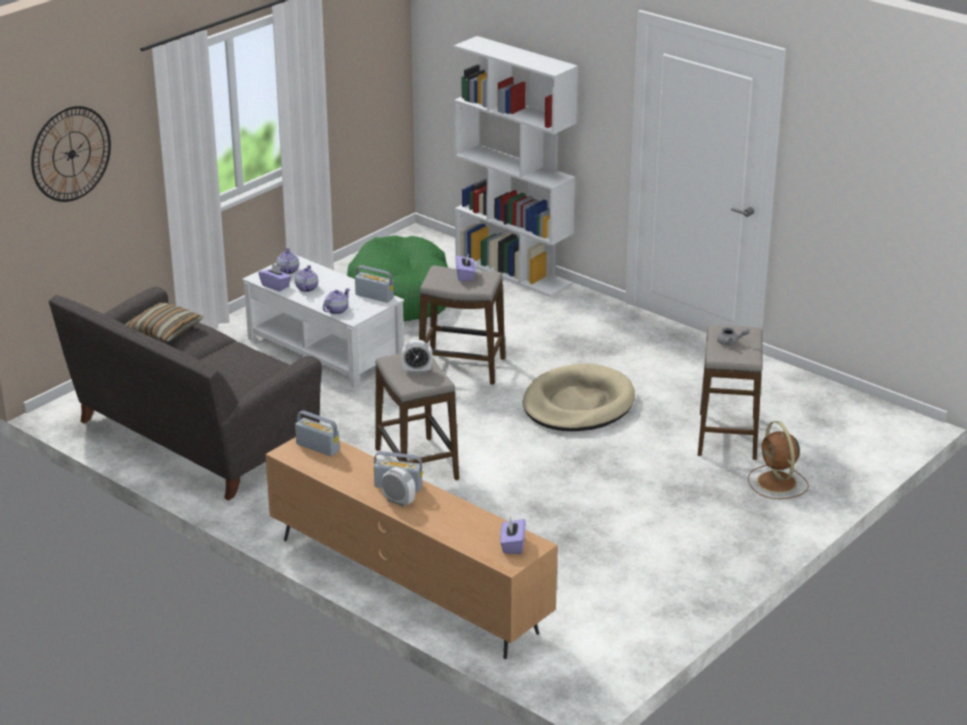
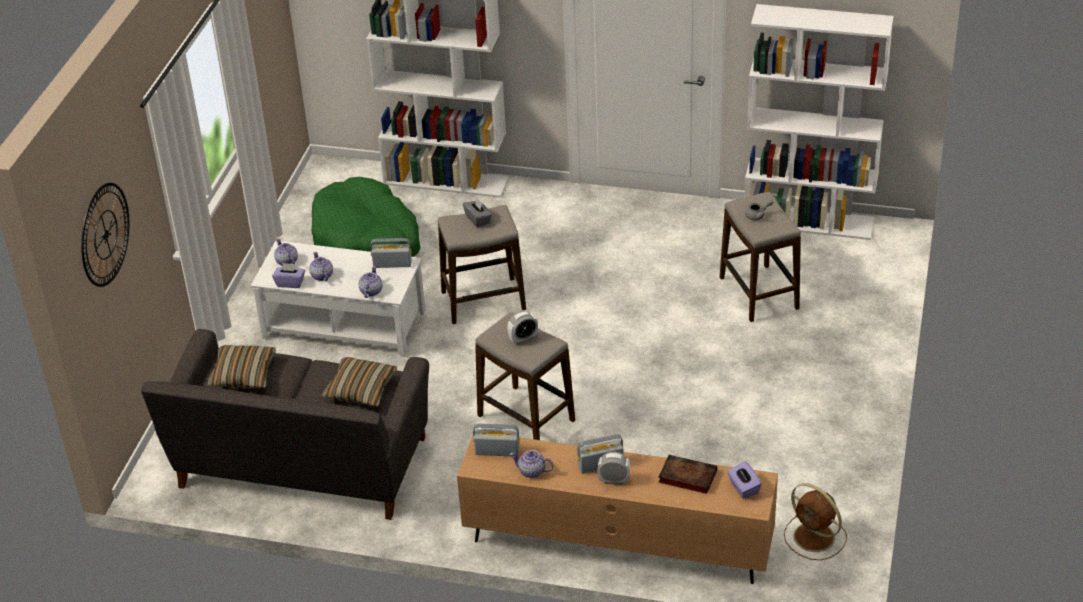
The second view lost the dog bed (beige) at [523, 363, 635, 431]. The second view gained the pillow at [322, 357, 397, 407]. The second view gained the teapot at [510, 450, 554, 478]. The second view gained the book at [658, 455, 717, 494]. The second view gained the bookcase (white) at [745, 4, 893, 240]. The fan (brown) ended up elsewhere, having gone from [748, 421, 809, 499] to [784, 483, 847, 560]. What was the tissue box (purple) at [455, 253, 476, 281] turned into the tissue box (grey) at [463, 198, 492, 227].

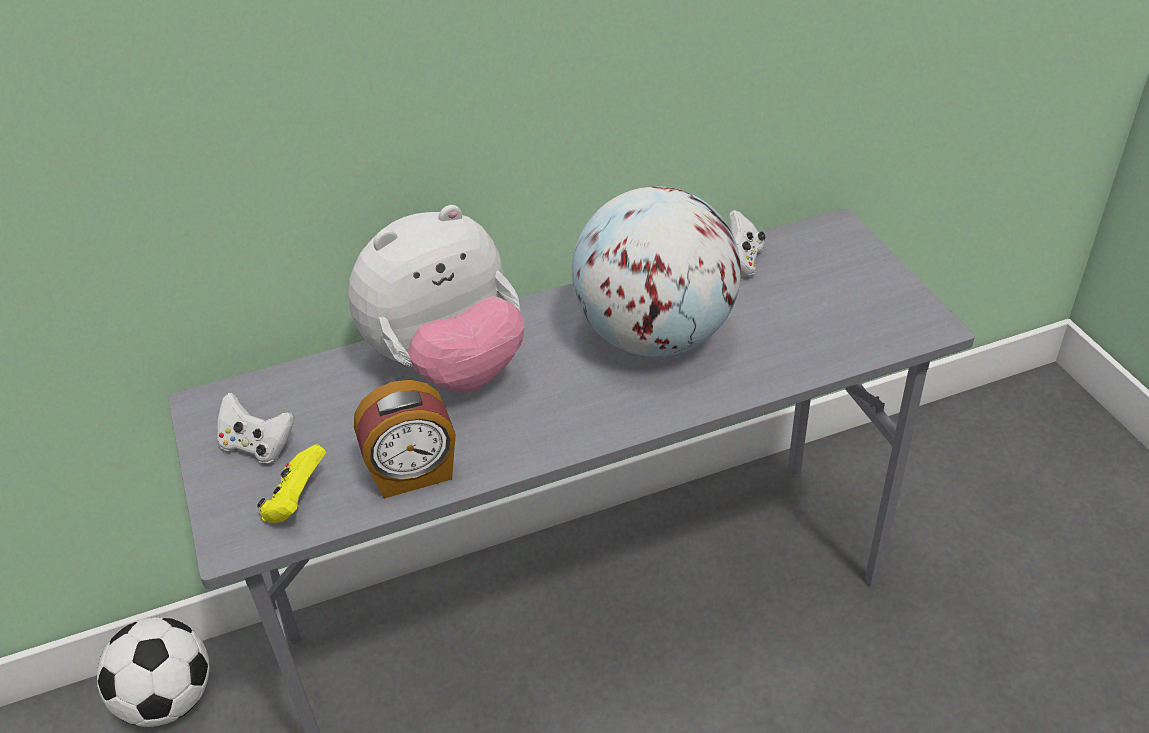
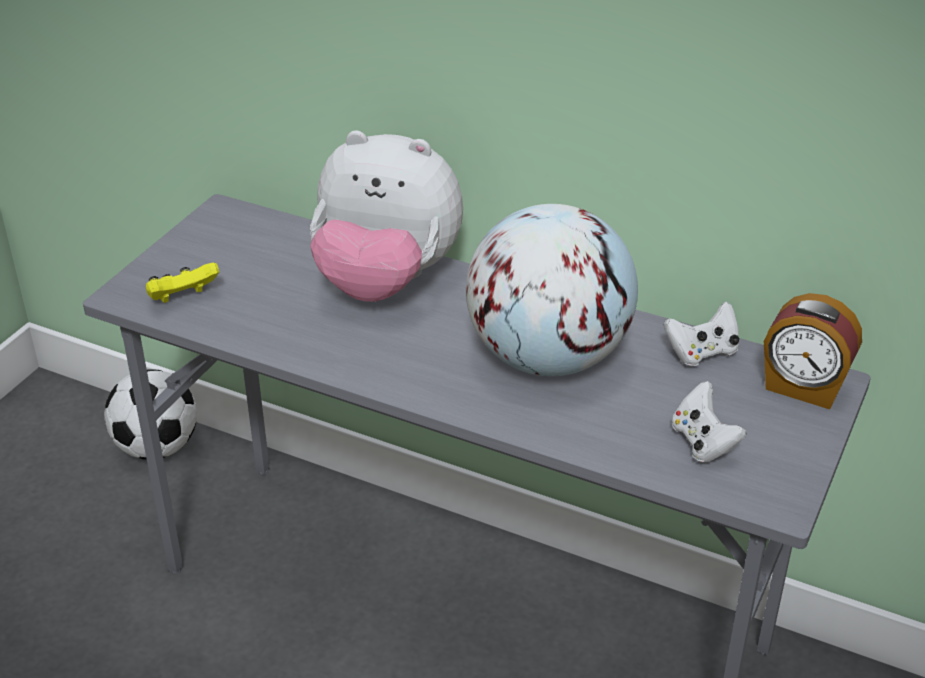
The game controller (white) ended up elsewhere, having gone from [217, 393, 295, 463] to [672, 381, 746, 463]. The alarm clock ended up elsewhere, having gone from [354, 380, 456, 499] to [764, 293, 862, 409].

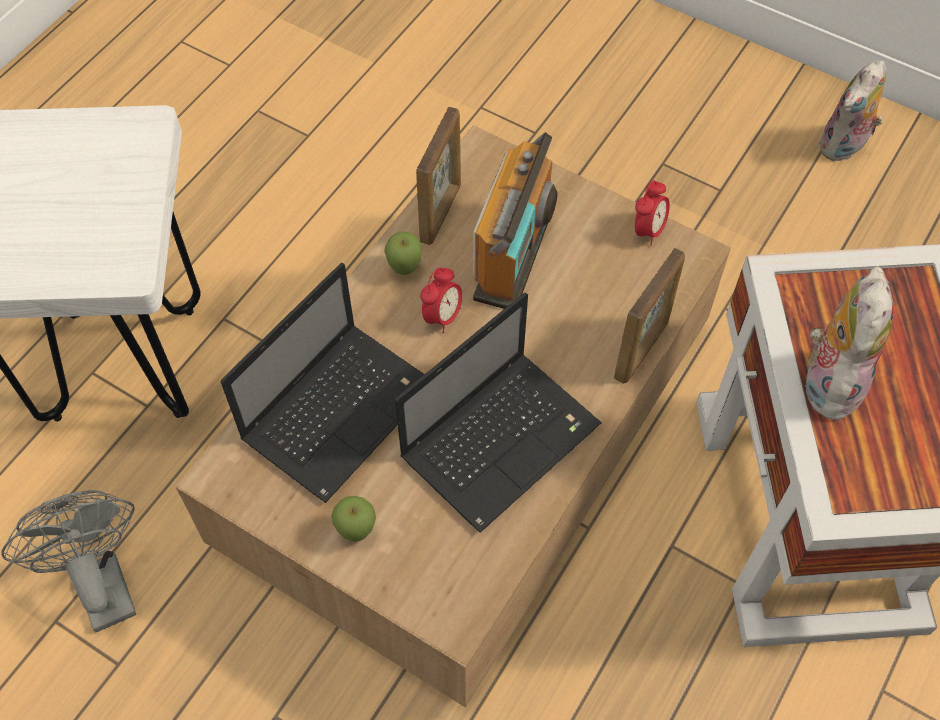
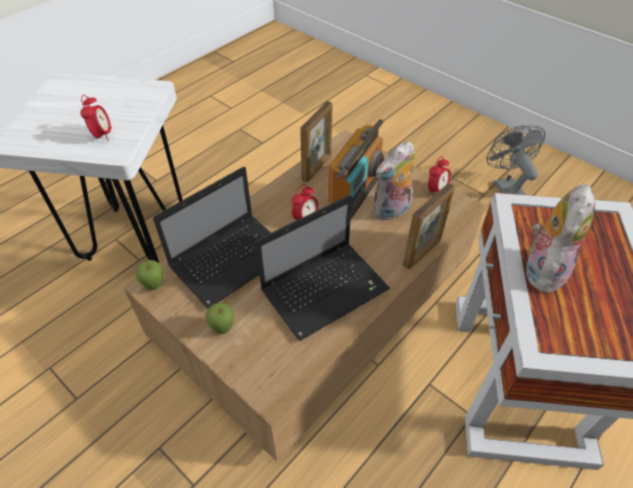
The second view gained the alarm clock at [80, 95, 112, 141]. The fan (grey) ended up elsewhere, having gone from [2, 490, 136, 632] to [486, 125, 545, 195]. The apple ended up elsewhere, having gone from [384, 232, 422, 275] to [136, 260, 163, 290]. The plush toy ended up elsewhere, having gone from [818, 60, 886, 162] to [373, 141, 415, 221].

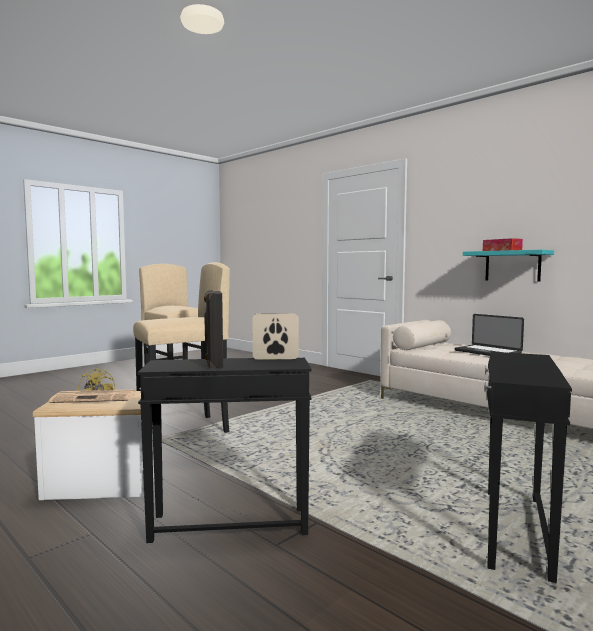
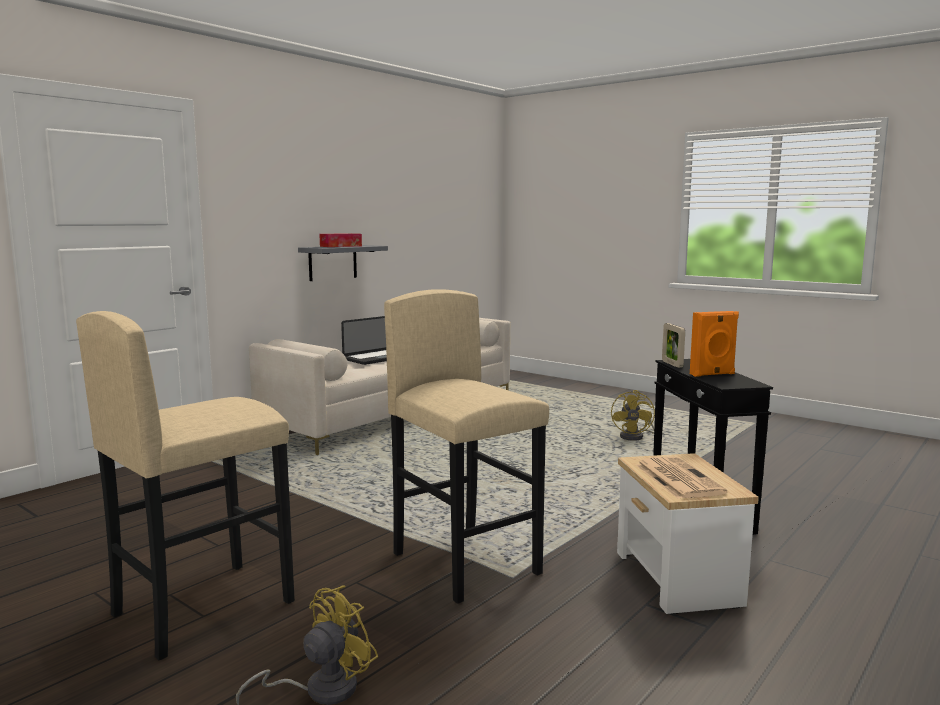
Where the side table (black) stood at [484, 352, 572, 583], the fan (yellow) came to stand at [611, 390, 655, 441]. What was the speaker (black) at [204, 290, 223, 369] turned into the speaker (orange) at [690, 311, 739, 377]. What was the shelf (turquoise) at [463, 250, 554, 282] turned into the shelf (grey) at [298, 245, 388, 281].

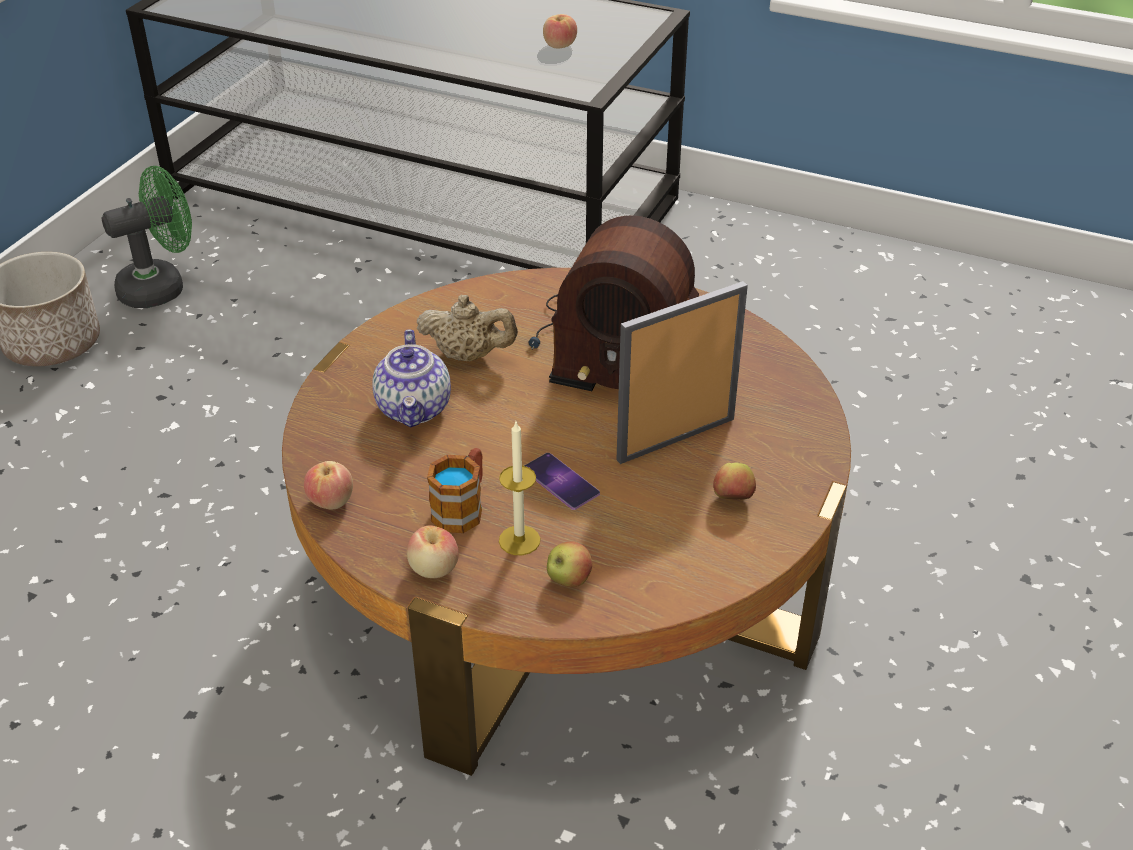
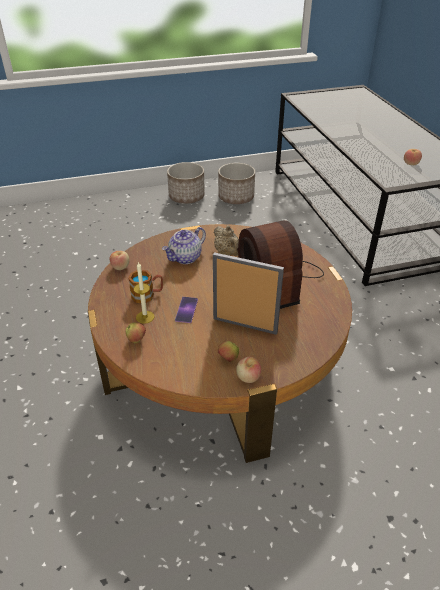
The apple ended up elsewhere, having gone from [407, 525, 459, 578] to [236, 357, 261, 383]. Where the fan (green) stood at [102, 166, 192, 308], the planter came to stand at [218, 163, 255, 204].

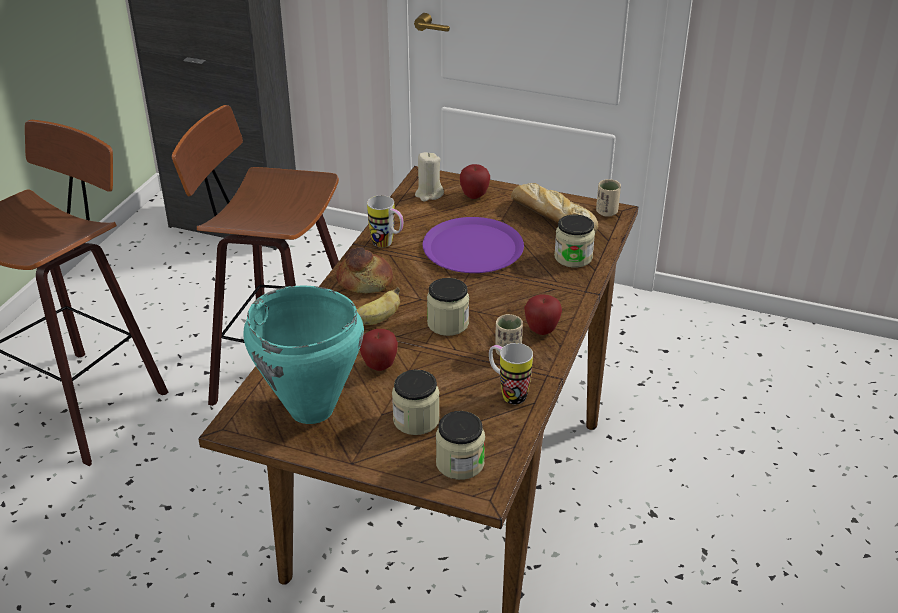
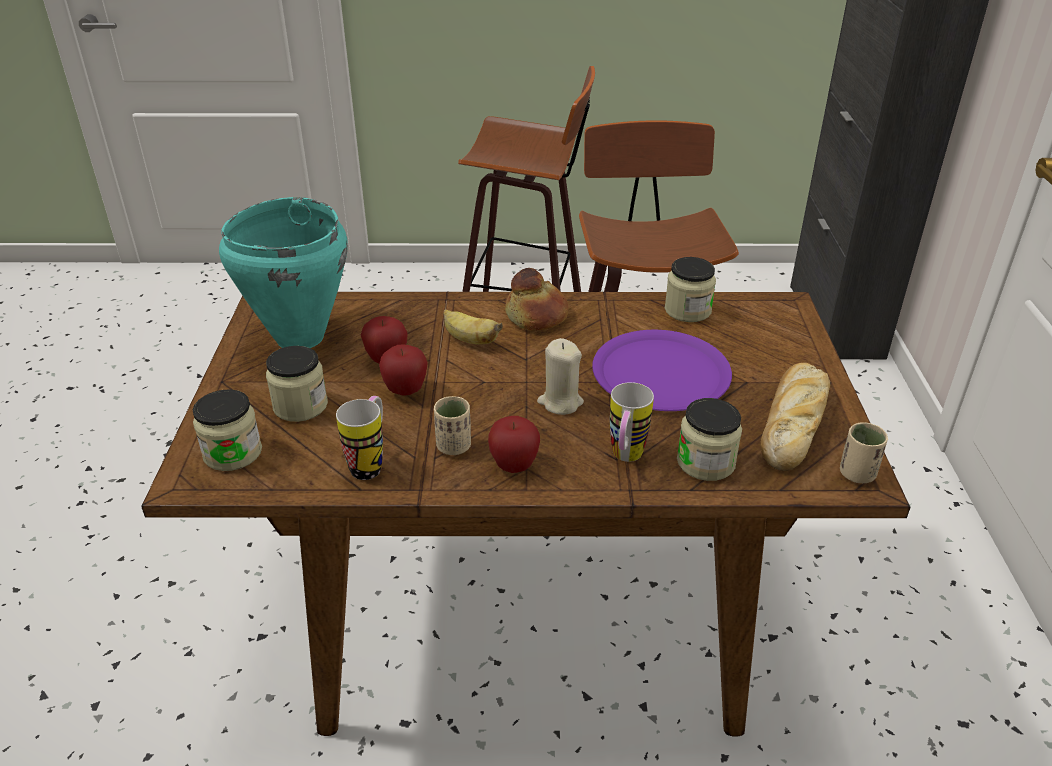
The mug ended up elsewhere, having gone from [367, 195, 403, 248] to [610, 382, 654, 462]. The candle (beige) ended up elsewhere, having gone from [415, 152, 444, 201] to [537, 338, 584, 415]. The jar ended up elsewhere, having gone from [427, 278, 469, 336] to [665, 257, 716, 322]. The apple ended up elsewhere, having gone from [460, 164, 490, 199] to [379, 344, 428, 395].

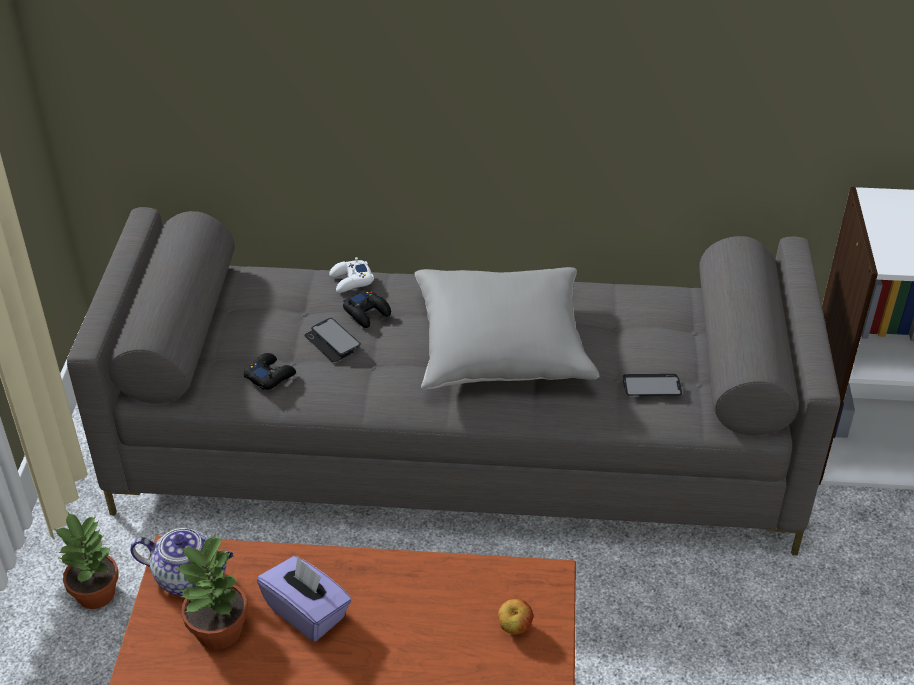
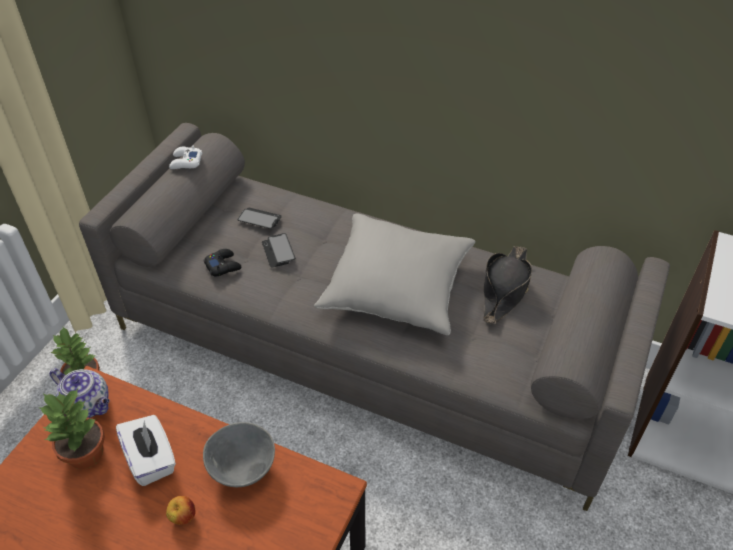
The second view lost the game controller (black) at [343, 290, 391, 328]. The second view gained the bowl (grey) at [203, 422, 275, 487]. The second view gained the hat (black) at [483, 246, 532, 324]. The game controller (white) ended up elsewhere, having gone from [329, 257, 374, 293] to [169, 145, 202, 169]. The apple ended up elsewhere, having gone from [498, 599, 533, 634] to [166, 496, 195, 525]. The phone ended up elsewhere, having gone from [623, 374, 682, 396] to [238, 208, 281, 229]. What was the tissue box (purple) at [257, 556, 352, 642] turned into the tissue box (white) at [116, 415, 176, 486].

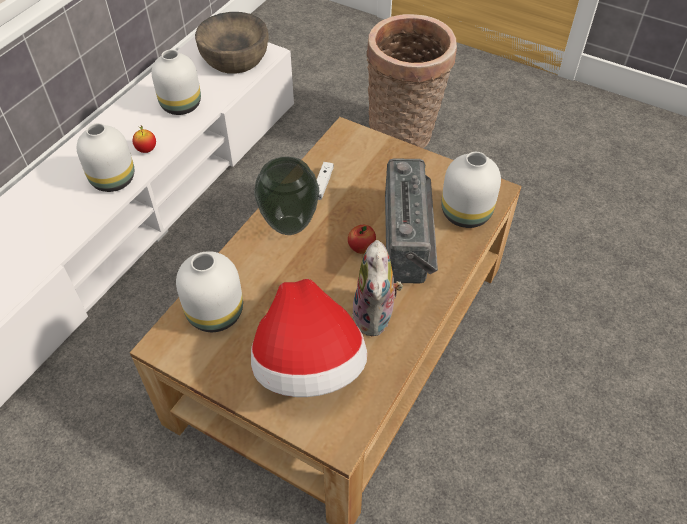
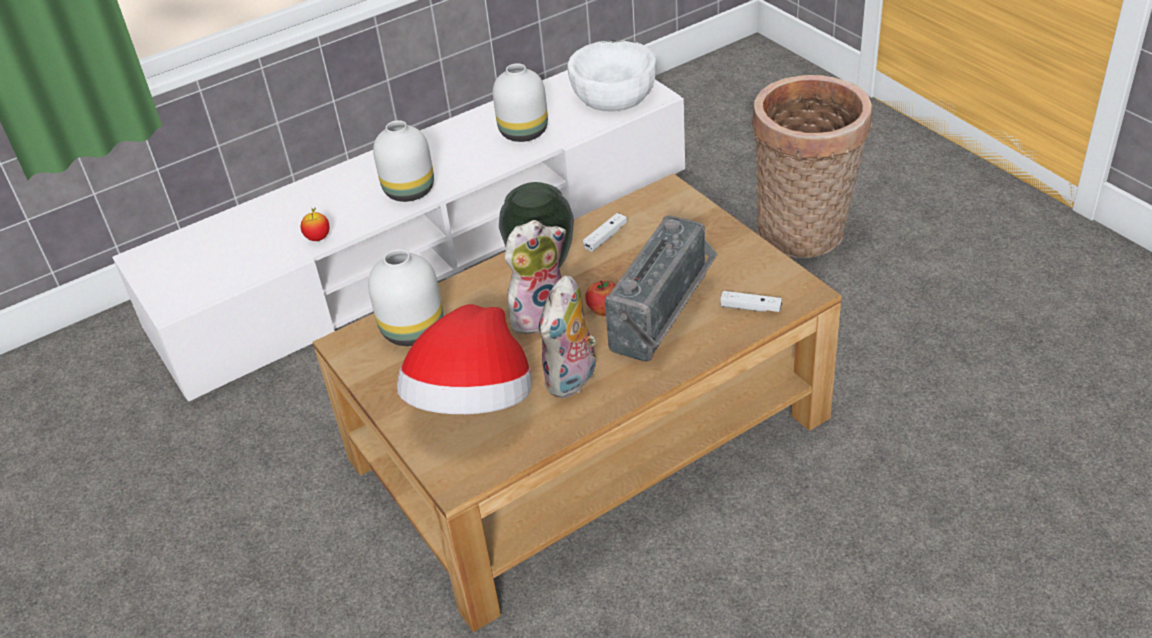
The second view gained the plush toy at [505, 220, 566, 334]. The apple ended up elsewhere, having gone from [133, 125, 156, 153] to [301, 208, 329, 241]. Where the vase (white) stood at [441, 152, 501, 228], the game controller (white) came to stand at [720, 291, 782, 312]. What was the bowl (brown) at [195, 12, 268, 74] turned into the bowl (white) at [567, 40, 657, 112].

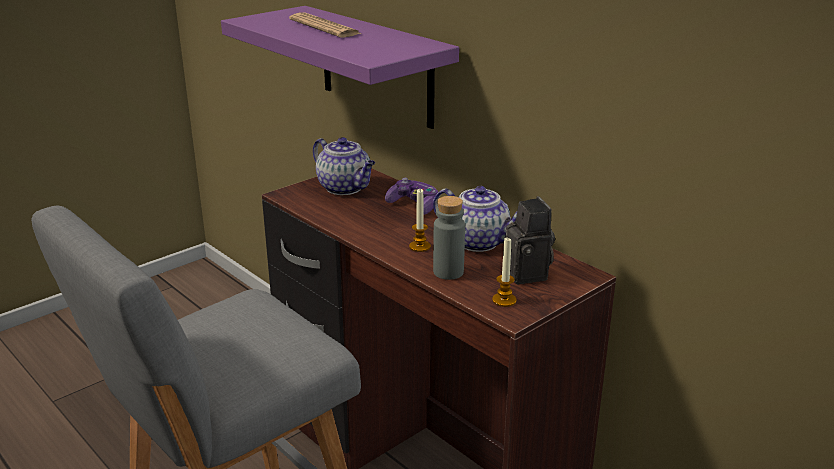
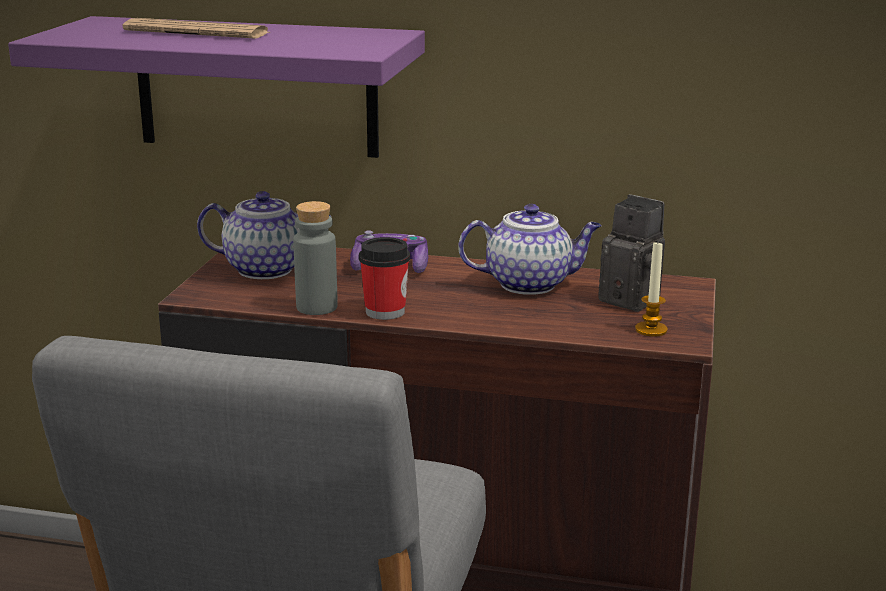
The second view lost the candle at [409, 189, 431, 252]. The second view gained the cup at [359, 237, 410, 320]. The bottle (grey) ended up elsewhere, having gone from [433, 196, 465, 280] to [293, 201, 338, 315].

